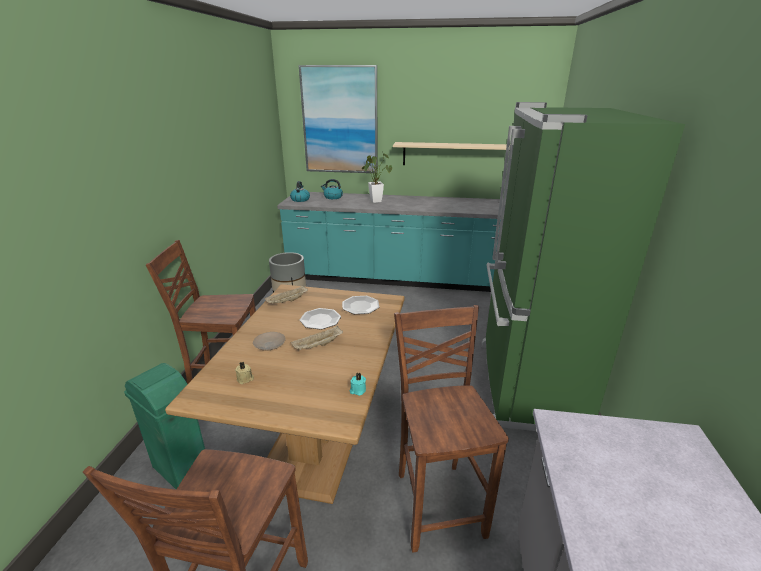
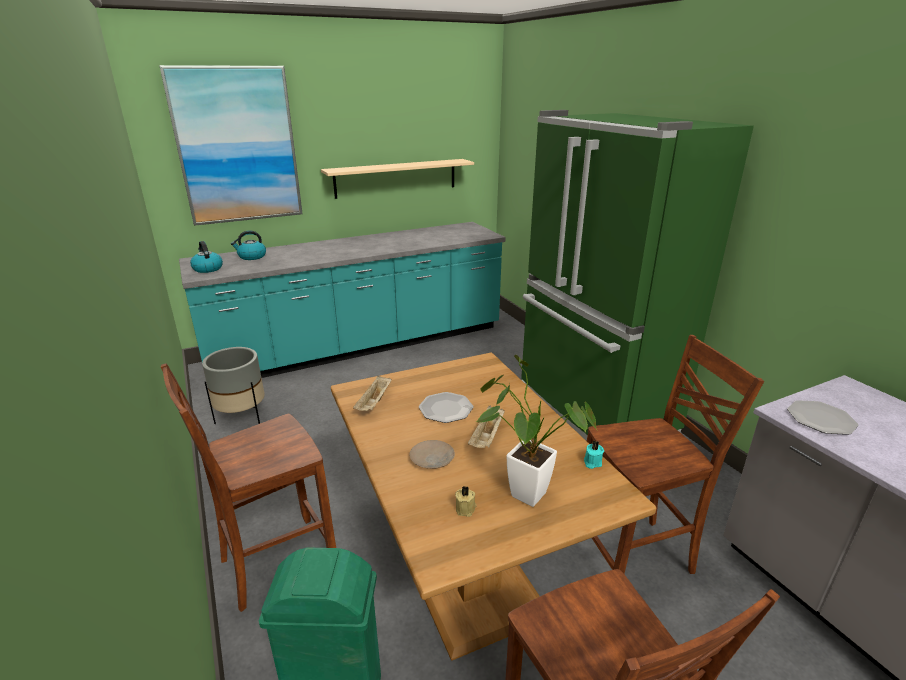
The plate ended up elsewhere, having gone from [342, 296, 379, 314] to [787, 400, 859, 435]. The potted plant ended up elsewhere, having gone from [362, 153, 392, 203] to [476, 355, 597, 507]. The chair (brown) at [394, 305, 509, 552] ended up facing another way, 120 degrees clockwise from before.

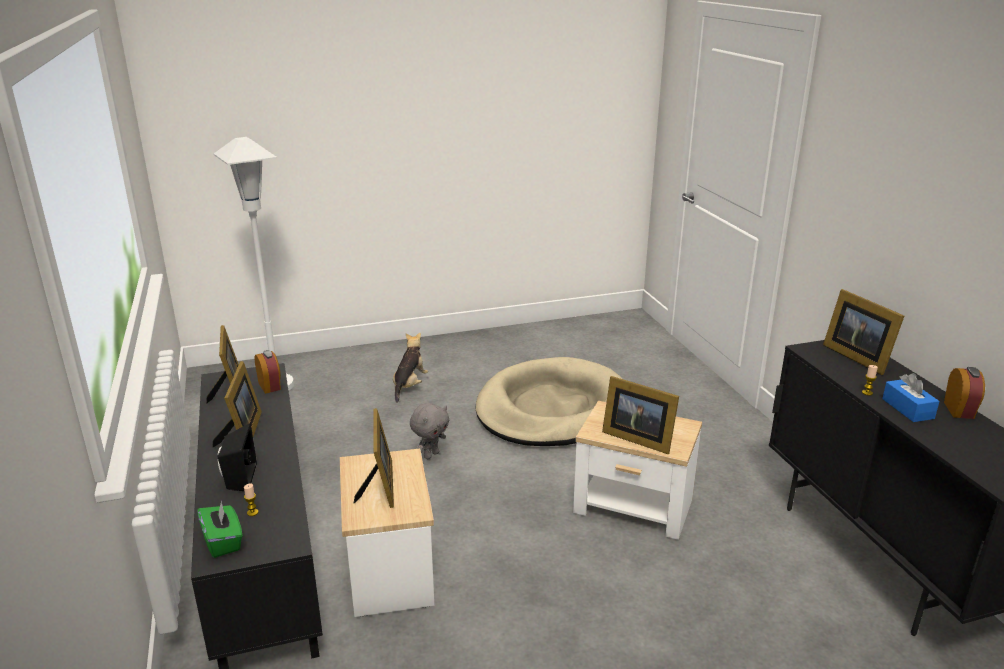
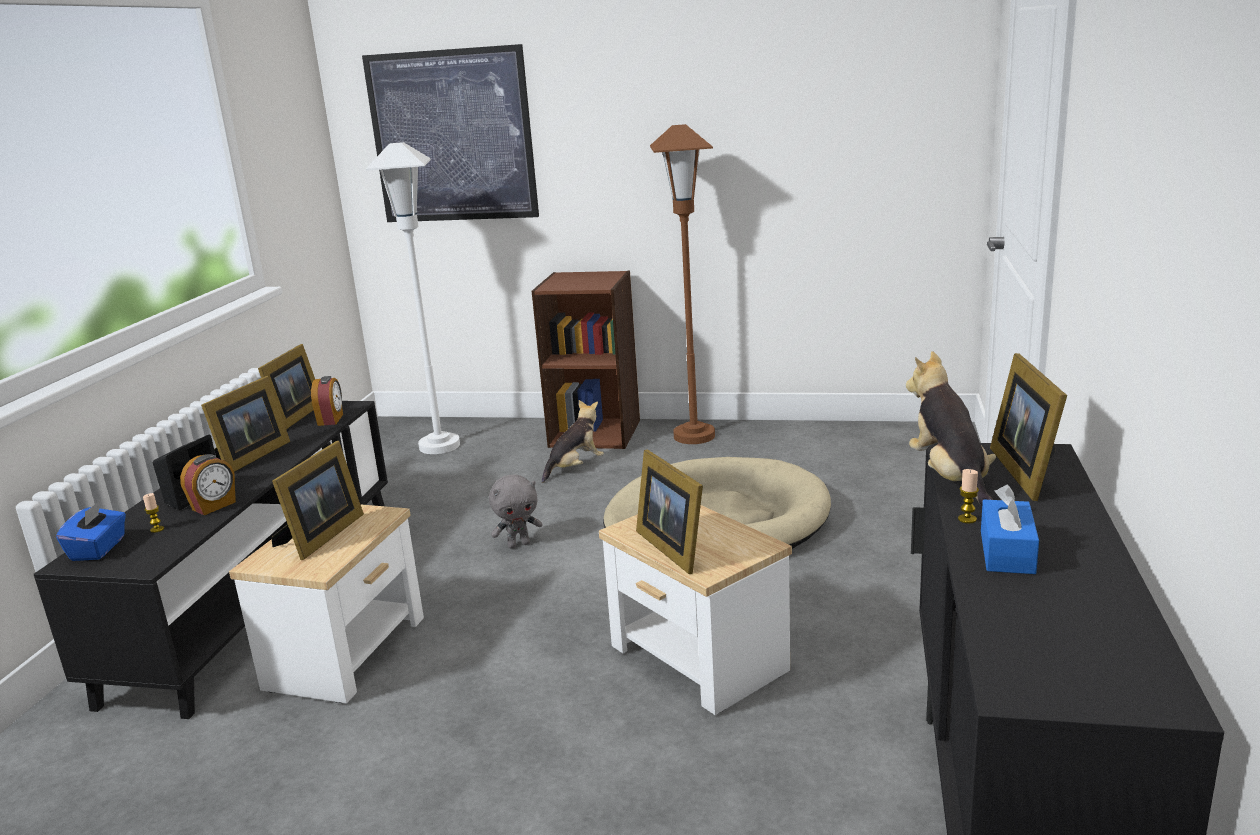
The second view gained the picture at [362, 44, 539, 222]. The second view gained the bookcase (brown) at [532, 271, 640, 449]. The second view gained the floor lamp (brown) at [650, 124, 715, 444]. The second view gained the plush toy at [906, 351, 996, 505]. The alarm clock ended up elsewhere, having gone from [944, 367, 985, 419] to [180, 454, 236, 515]. What was the tissue box (green) at [197, 500, 243, 558] turned into the tissue box (blue) at [56, 500, 126, 561].

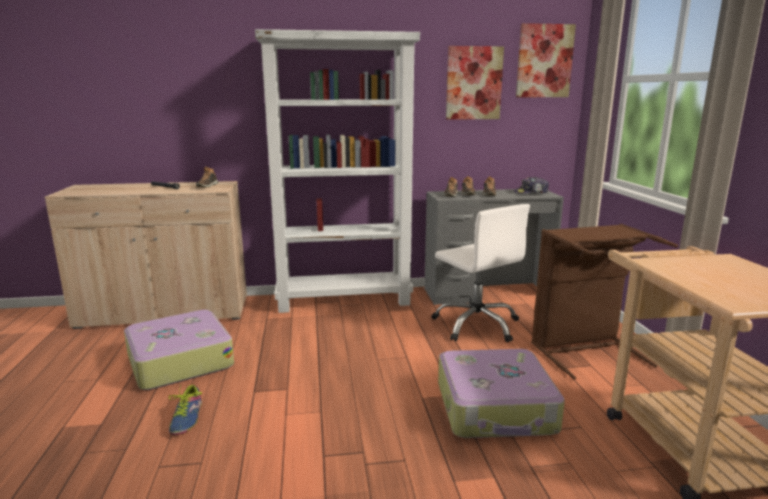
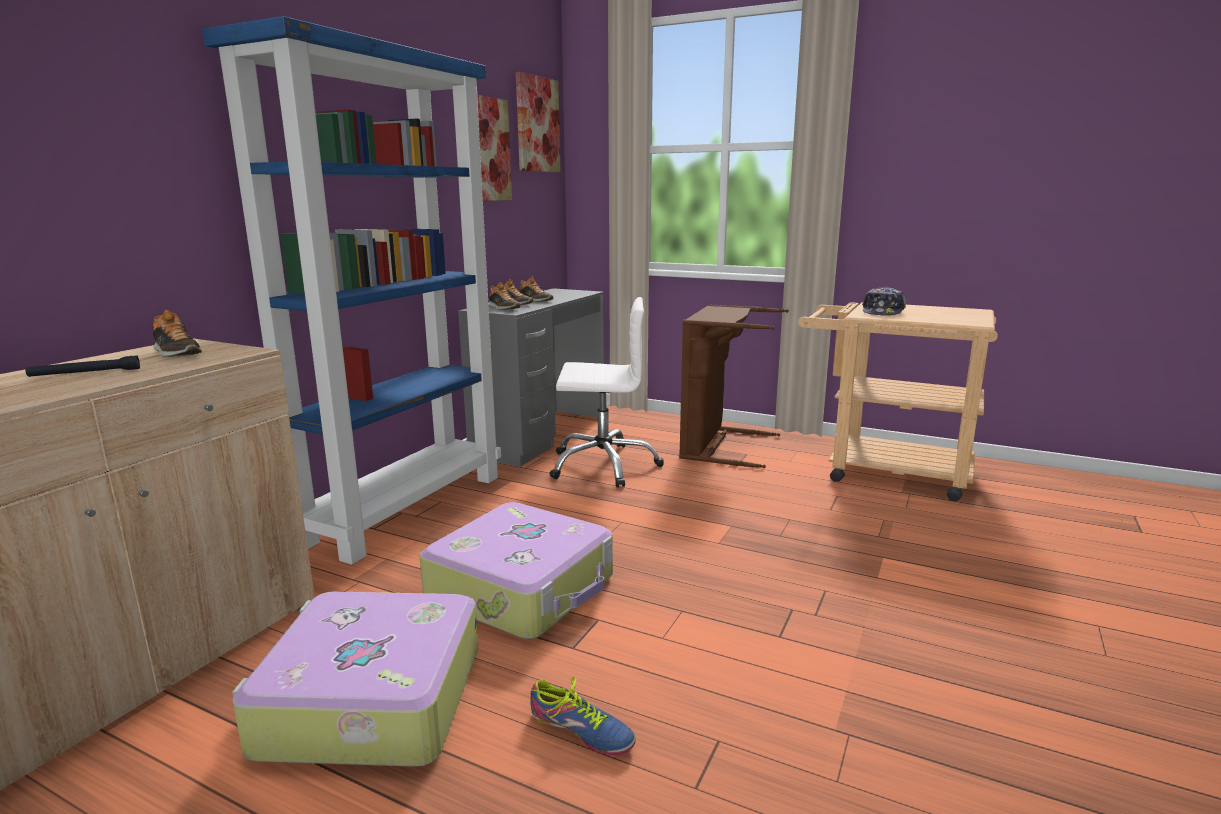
The suitcase ended up elsewhere, having gone from [438, 349, 565, 438] to [419, 502, 613, 639]. The cap ended up elsewhere, having gone from [514, 177, 549, 194] to [862, 287, 906, 316]. What was the bookcase (white) at [255, 29, 420, 313] turned into the bookcase (blue) at [202, 16, 501, 565].

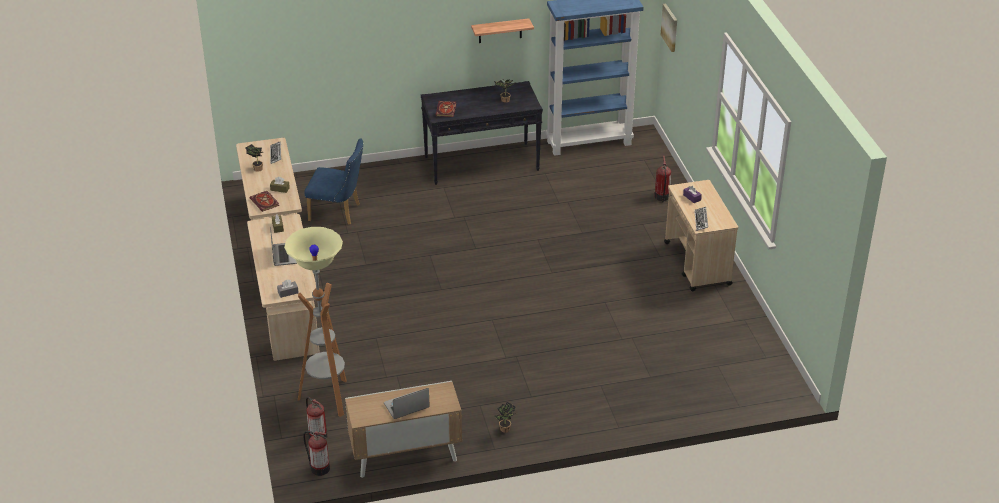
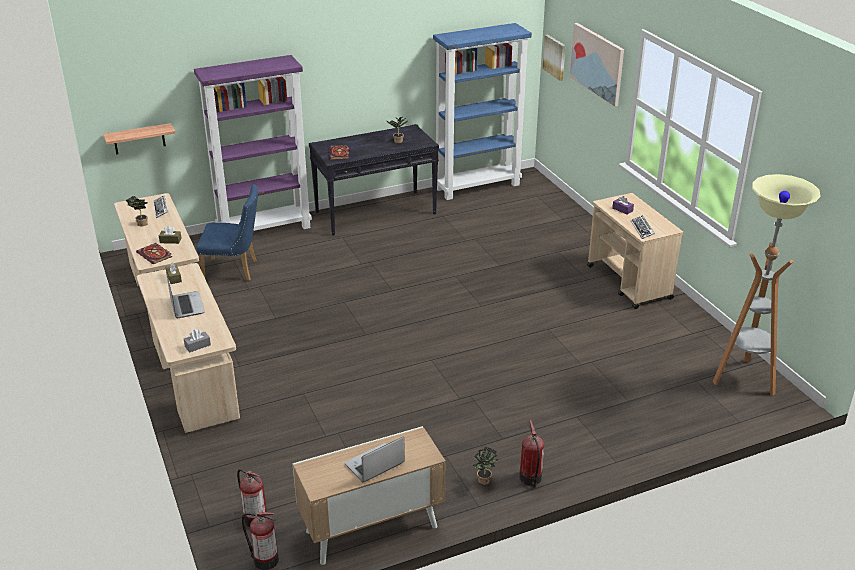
The second view gained the bookcase (purple) at [194, 55, 312, 231]. The second view gained the picture at [570, 23, 624, 107]. The floor lamp ended up elsewhere, having gone from [284, 227, 347, 417] to [713, 174, 820, 396]. The shelf ended up elsewhere, having gone from [471, 18, 534, 43] to [103, 123, 175, 154]. The fire extinguisher ended up elsewhere, having gone from [654, 155, 671, 203] to [519, 420, 544, 488].

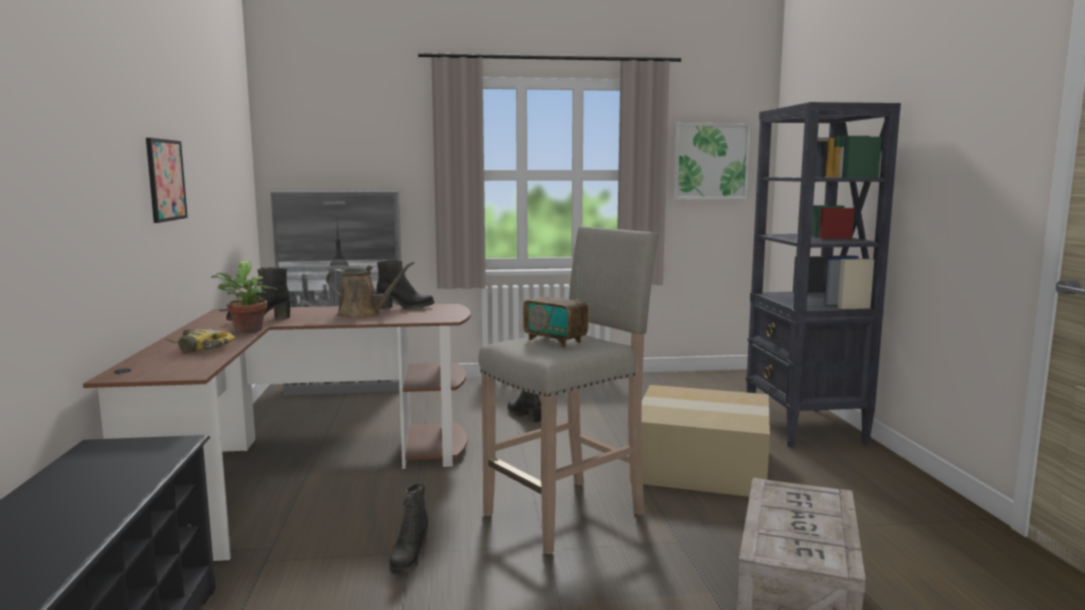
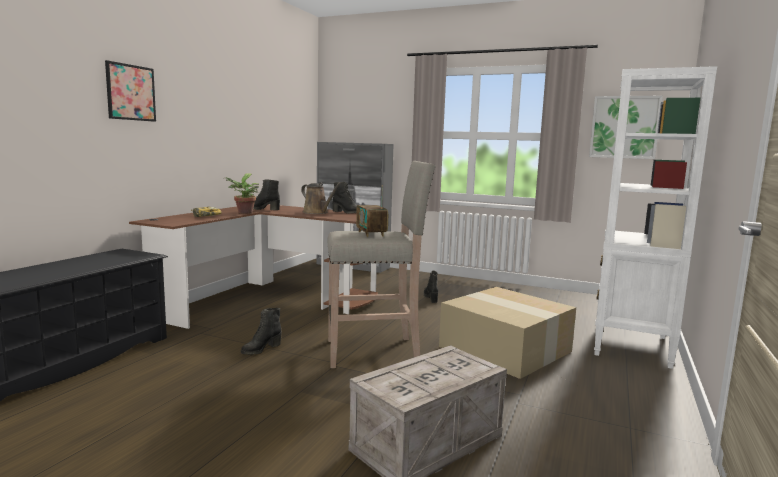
The picture ended up elsewhere, having gone from [146, 138, 188, 223] to [105, 60, 156, 122]. What was the bookcase (black) at [746, 102, 901, 448] turned into the bookcase (white) at [594, 66, 717, 369].

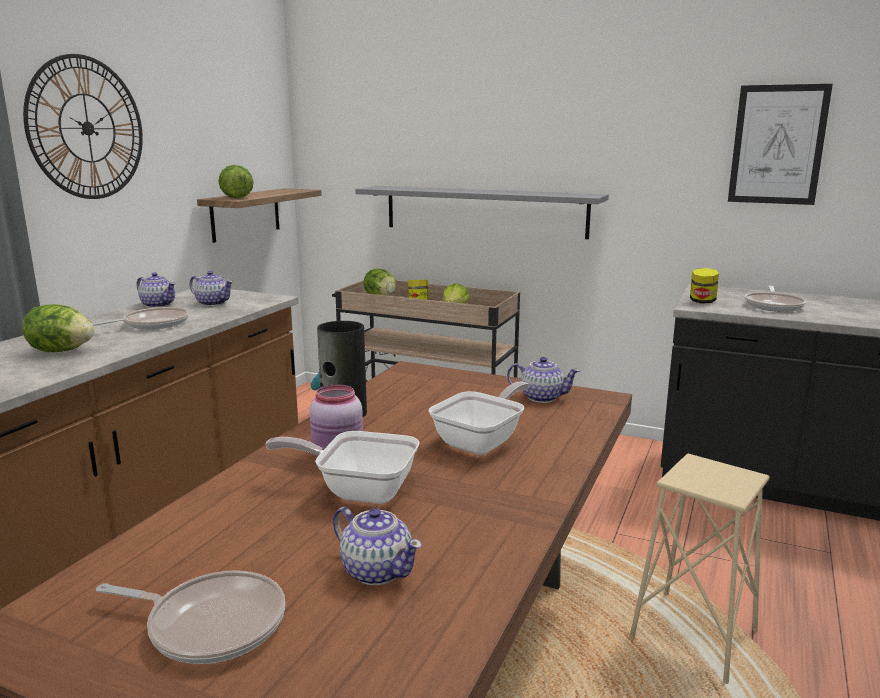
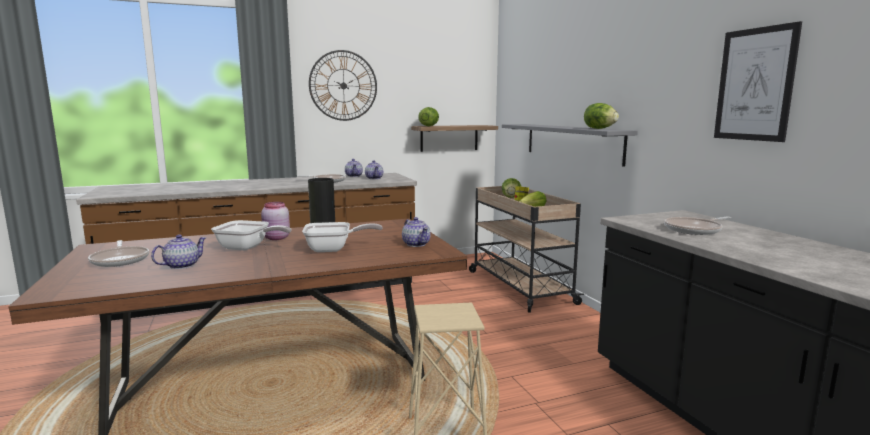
The second view lost the jar at [690, 268, 719, 304]. The lettuce ended up elsewhere, having gone from [22, 304, 95, 352] to [584, 103, 619, 129]. The frying pan at [265, 431, 419, 504] ended up facing another way, 135 degrees clockwise from before. The teapot at [333, 507, 422, 585] ended up facing another way, 135 degrees counterclockwise from before.

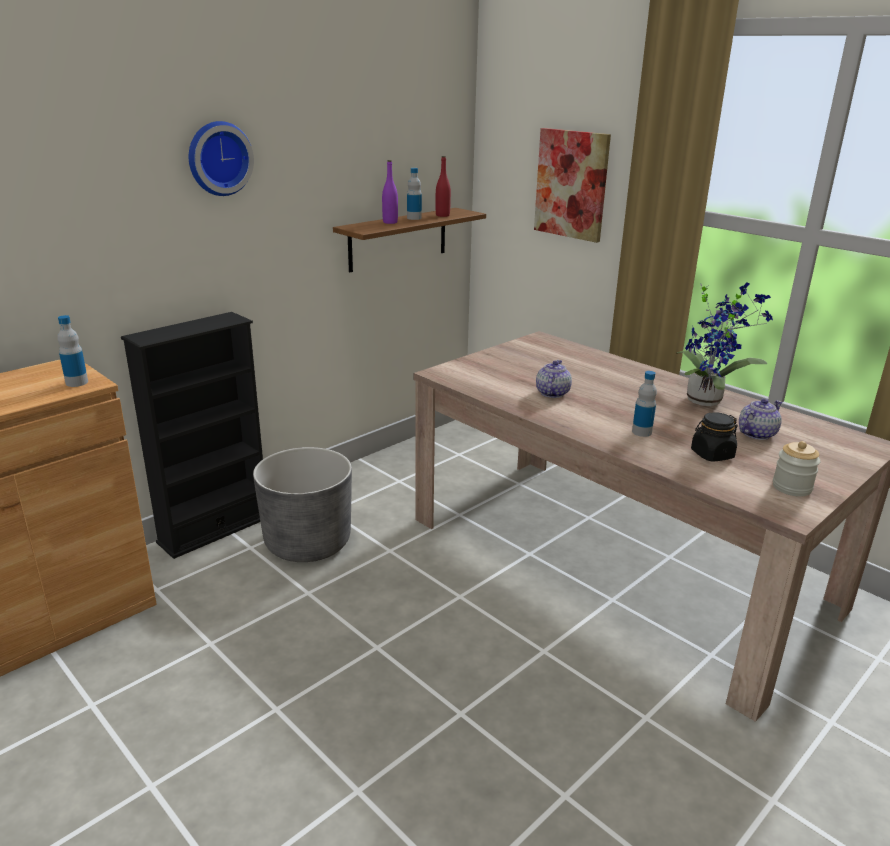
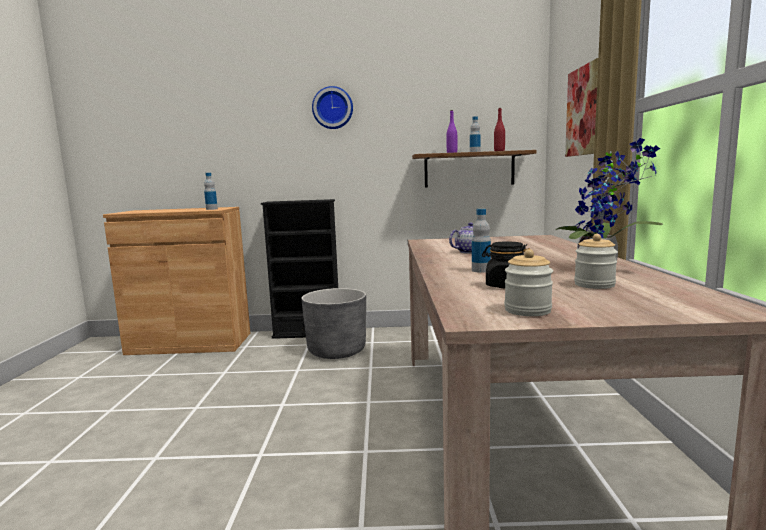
Where the teapot stood at [739, 399, 782, 440], the jar came to stand at [574, 234, 618, 289].

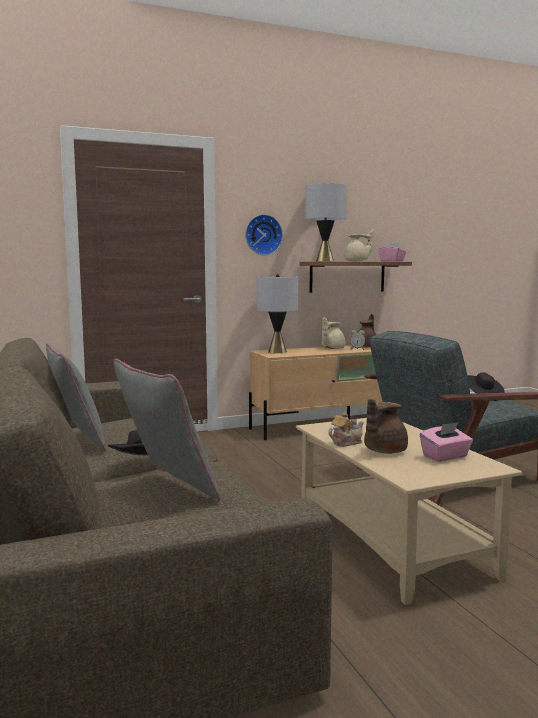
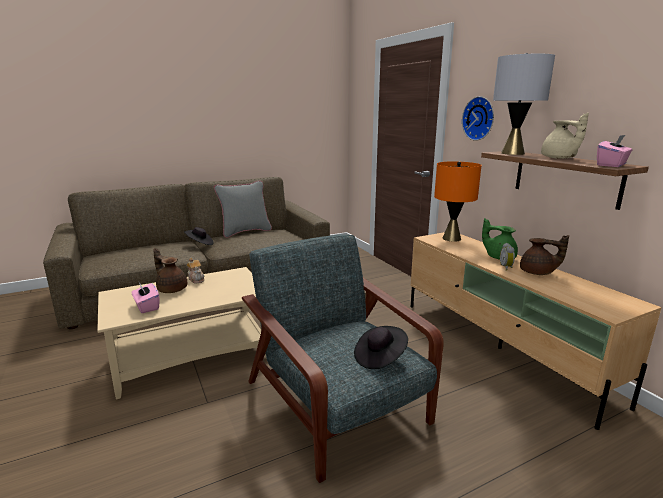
The second view lost the pillow (grey) at [113, 359, 221, 502]. What was the table lamp (grey) at [257, 274, 299, 353] turned into the table lamp (orange) at [434, 161, 482, 242]. What was the teapot (beige) at [321, 318, 345, 349] turned into the teapot (green) at [482, 218, 518, 260].

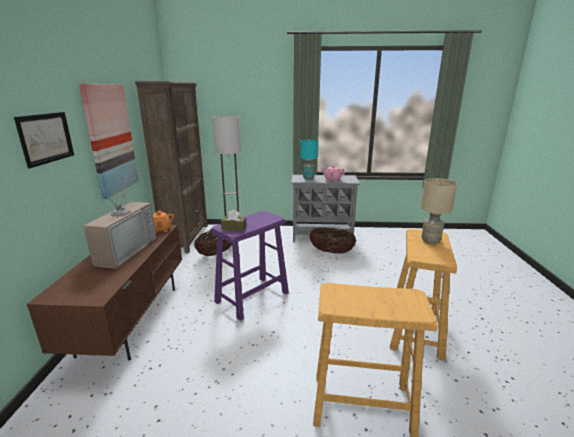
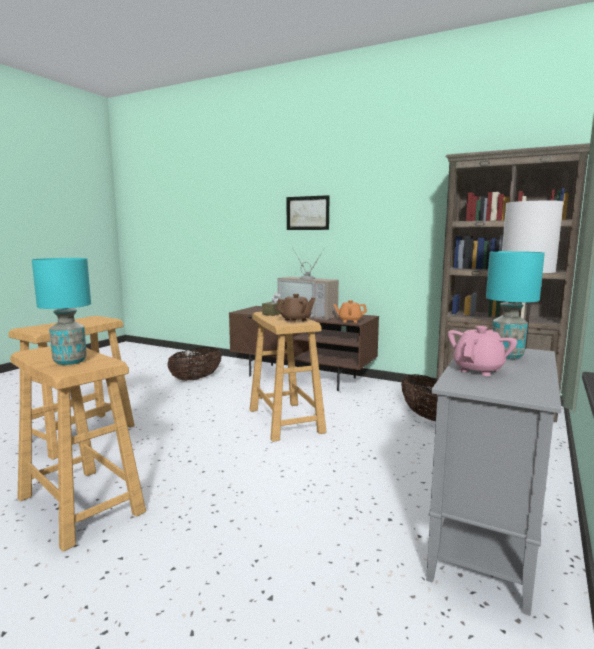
The second view lost the picture at [79, 84, 138, 199]. The second view gained the teapot (brown) at [276, 294, 315, 323]. The basket ended up elsewhere, having gone from [310, 228, 356, 254] to [167, 347, 222, 381]. What was the stool (purple) at [210, 211, 289, 321] turned into the stool (beige) at [249, 312, 327, 442]. What was the table lamp (beige) at [421, 178, 457, 244] turned into the table lamp (turquoise) at [32, 258, 91, 365].

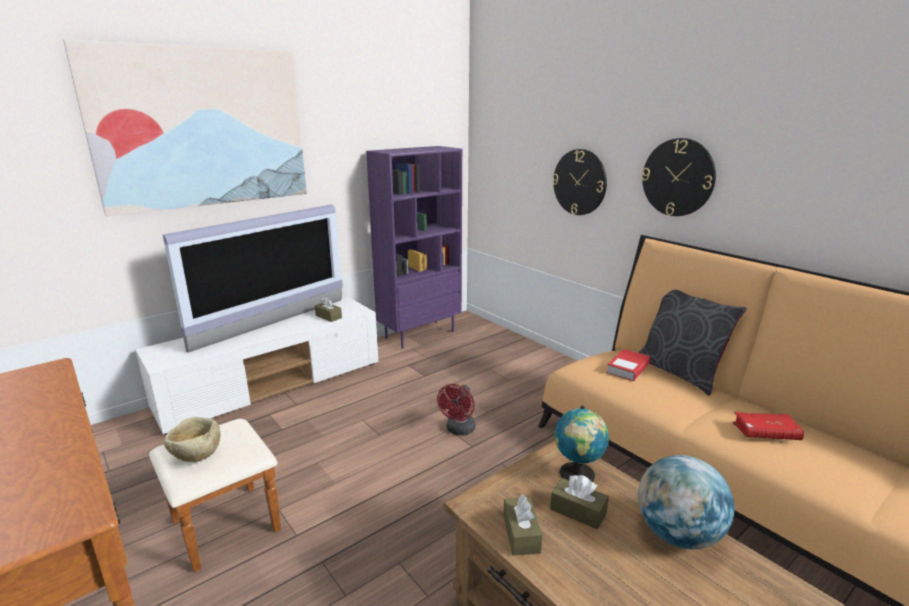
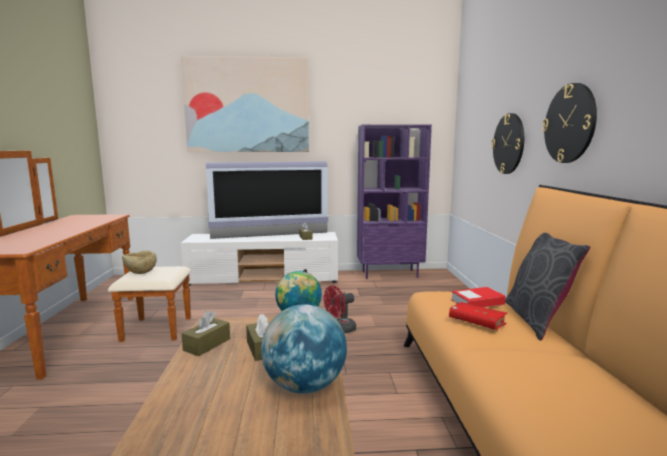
The book (red) ended up elsewhere, having gone from [733, 412, 804, 440] to [449, 302, 507, 330].

